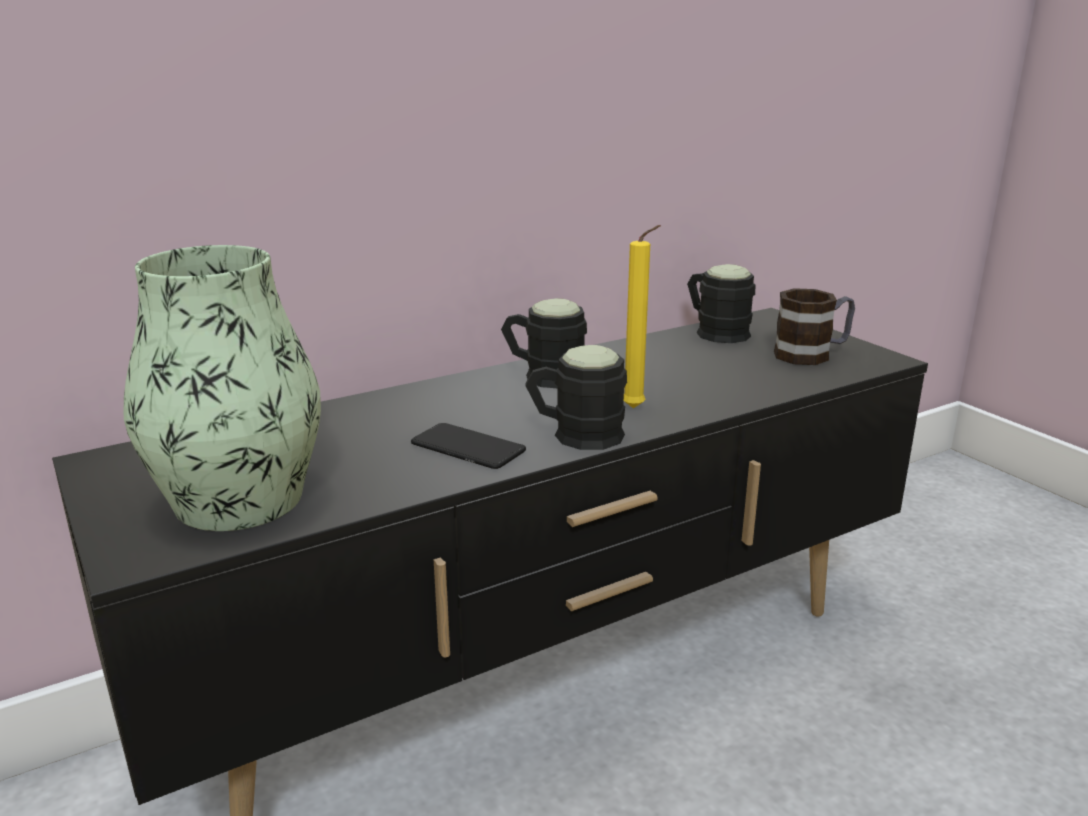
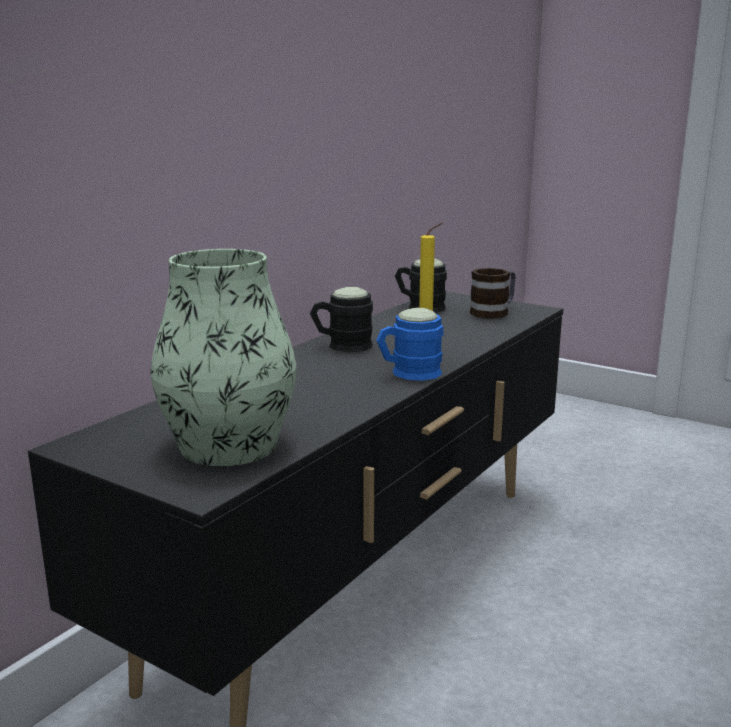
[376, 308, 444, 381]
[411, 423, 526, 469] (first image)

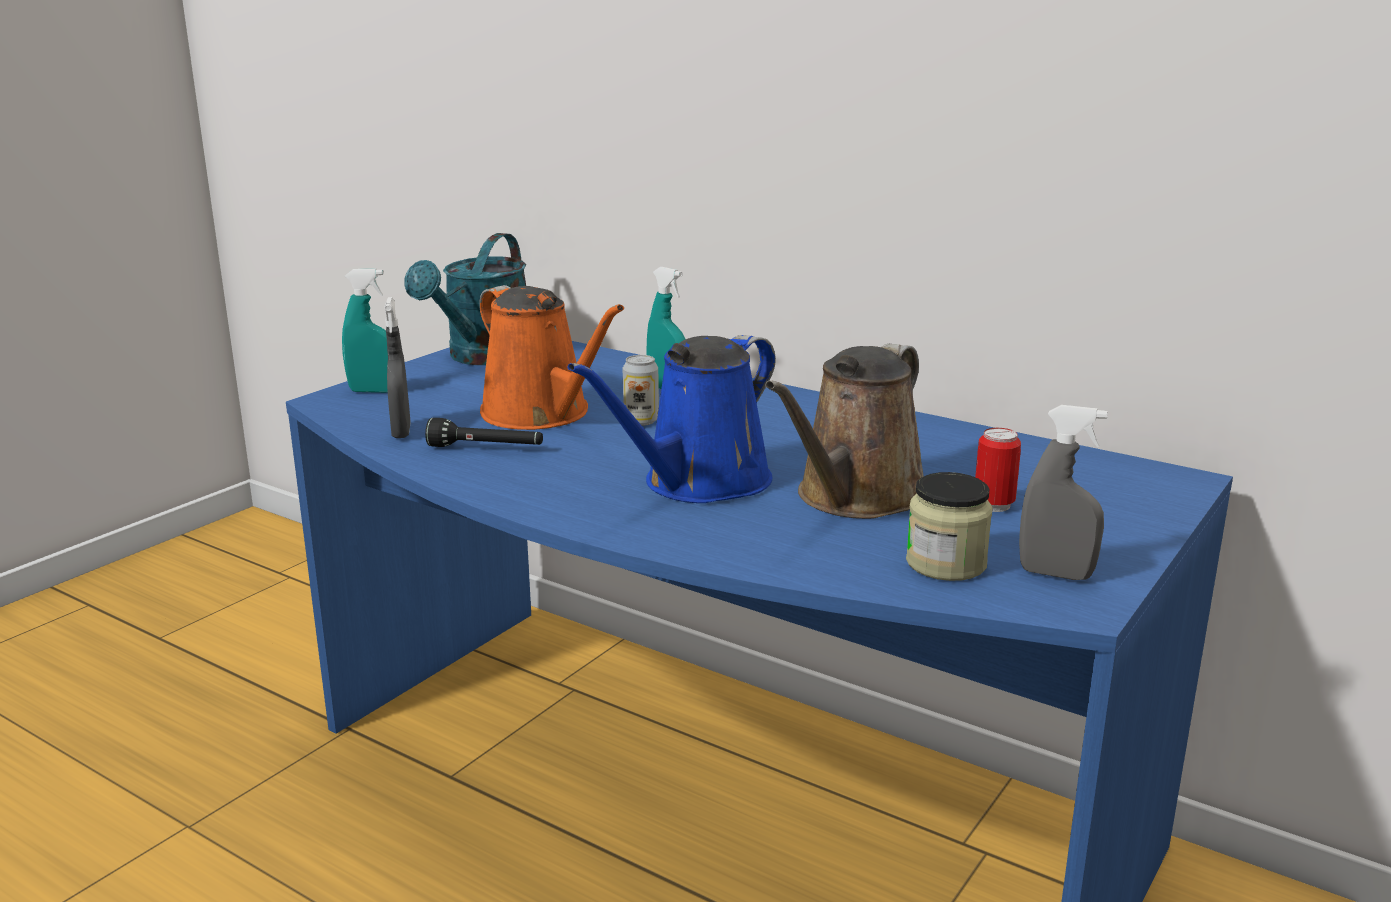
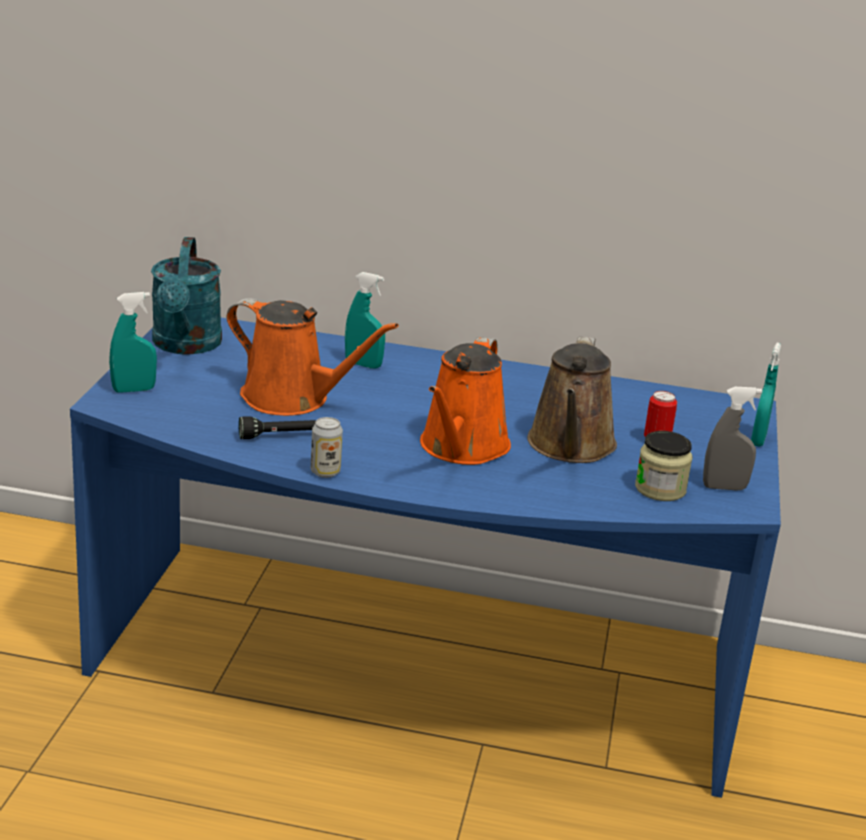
[311, 417, 343, 478]
[420, 337, 511, 465]
[751, 343, 781, 447]
[385, 297, 411, 438] (first image)

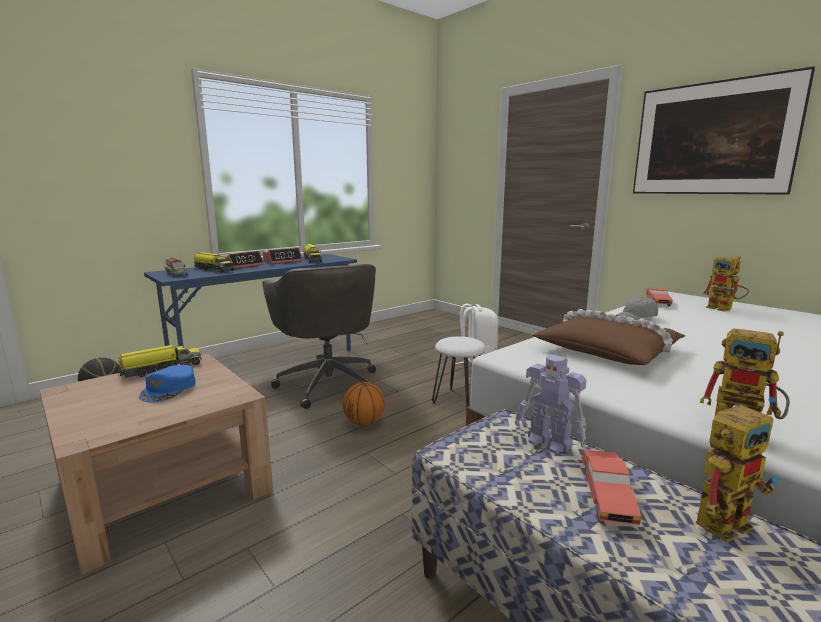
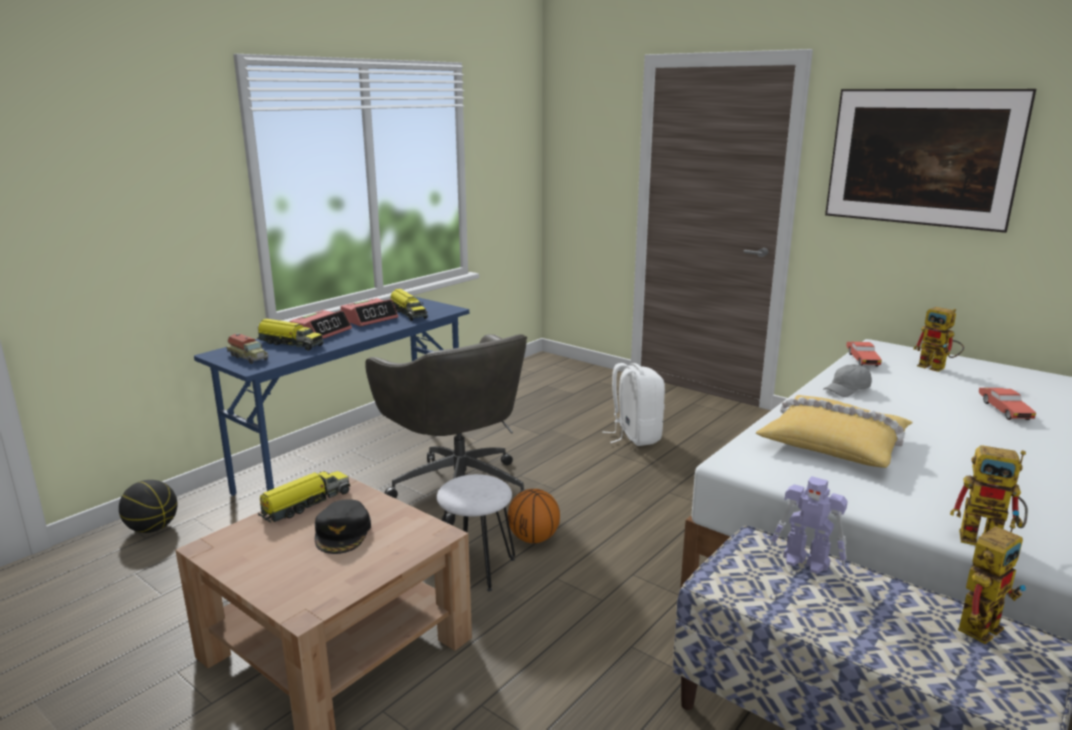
[315, 499, 371, 554]
[437, 474, 515, 591]
[756, 395, 913, 468]
[979, 388, 1036, 420]

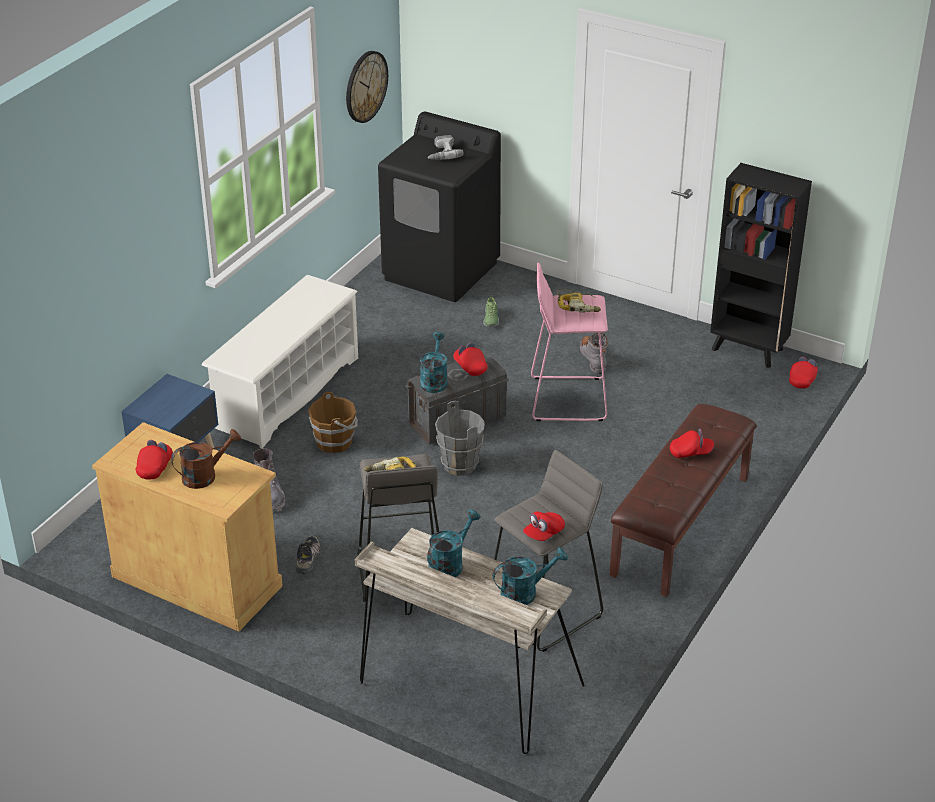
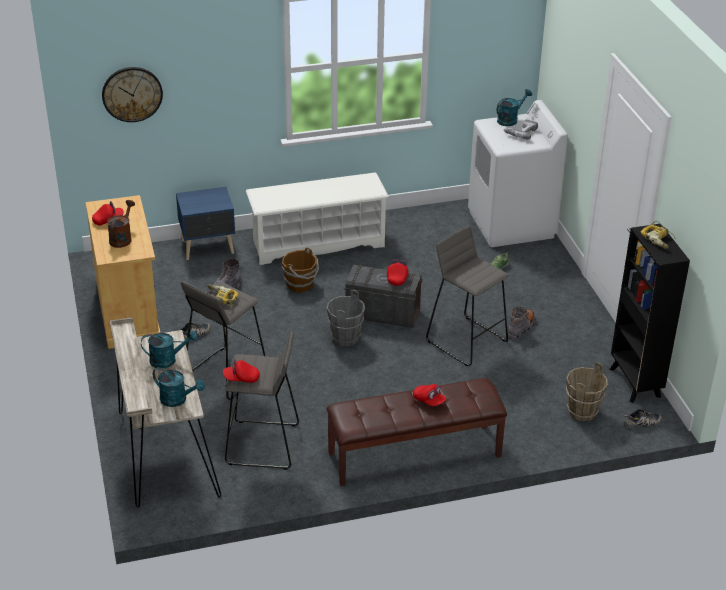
[102, 67, 163, 122]
[107, 200, 135, 248]
[426, 225, 509, 366]
[468, 100, 568, 247]
[496, 89, 532, 126]
[566, 362, 608, 421]
[624, 409, 662, 429]
[641, 221, 676, 249]

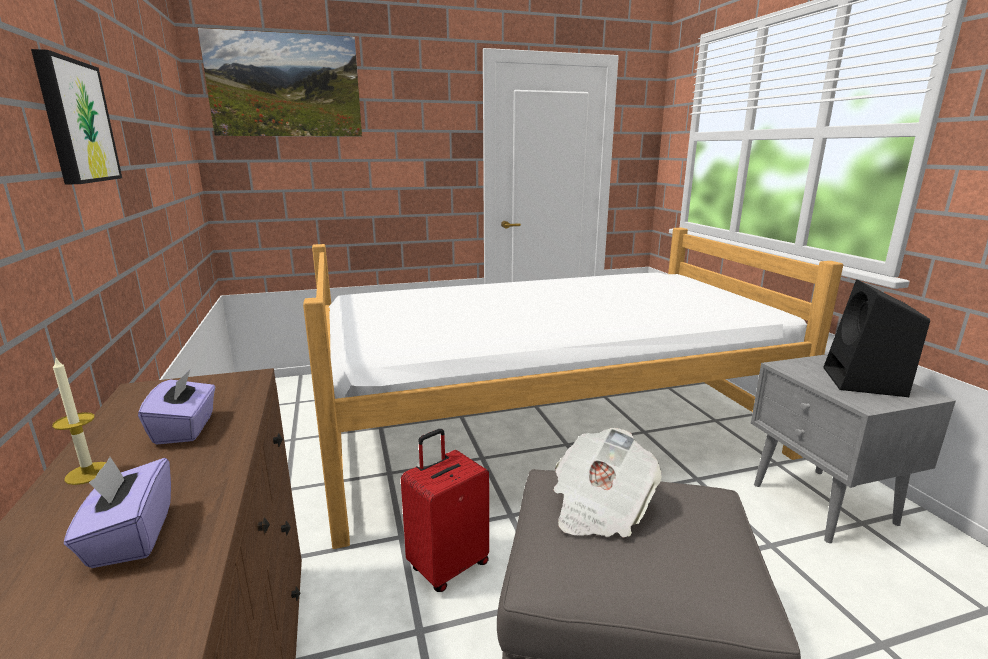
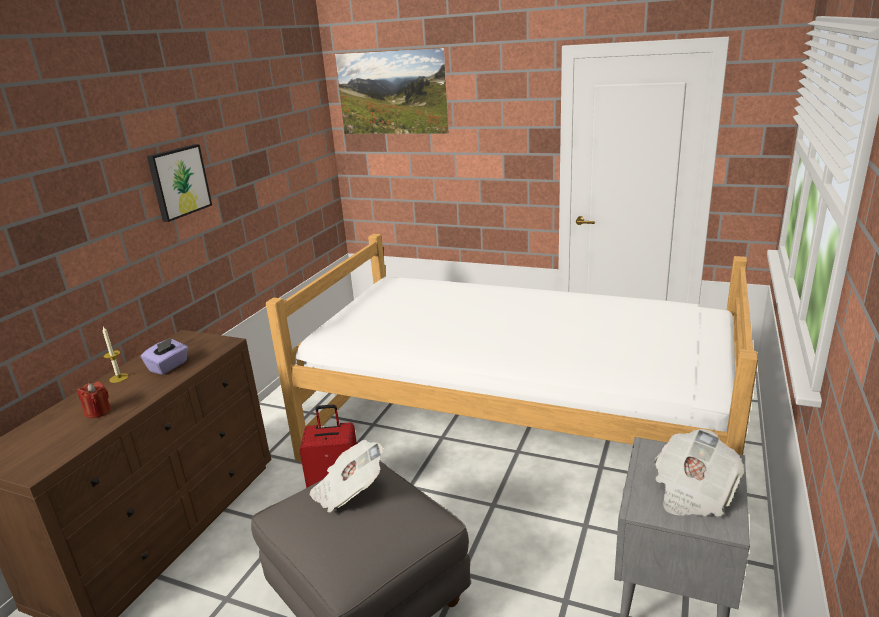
[77, 382, 111, 418]
[655, 429, 744, 517]

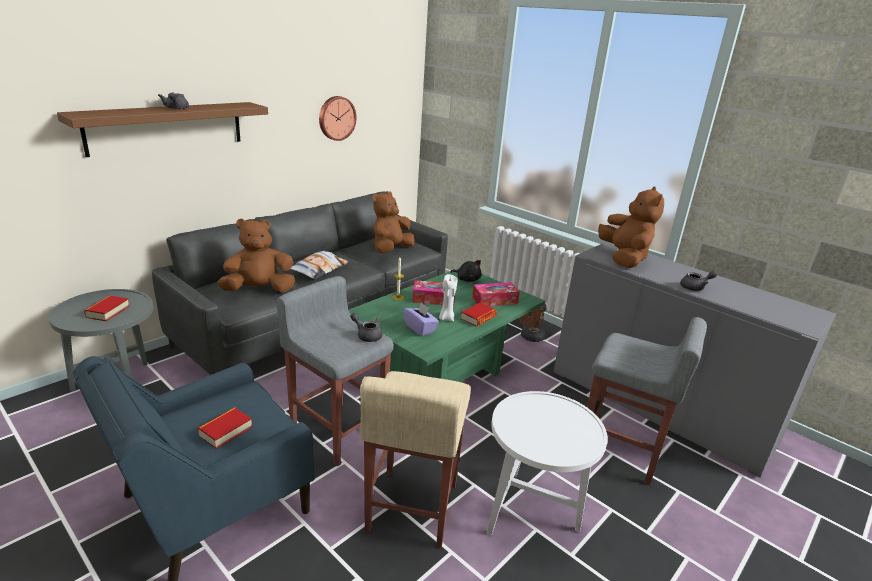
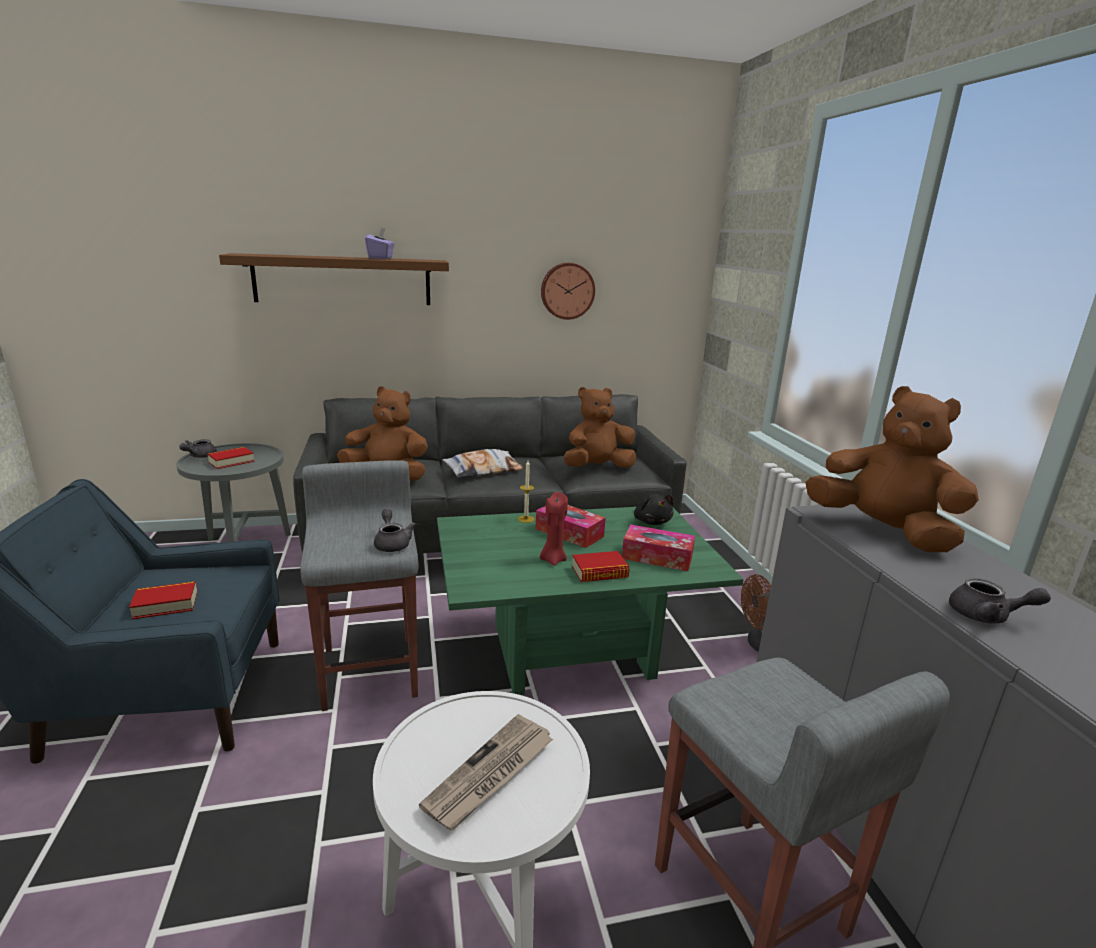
[179, 439, 217, 458]
[365, 228, 395, 259]
[419, 714, 553, 830]
[540, 492, 568, 566]
[805, 386, 979, 552]
[360, 371, 471, 548] (first image)

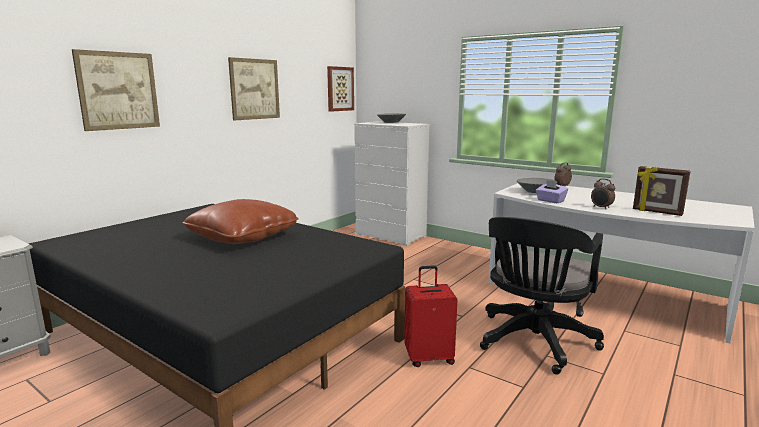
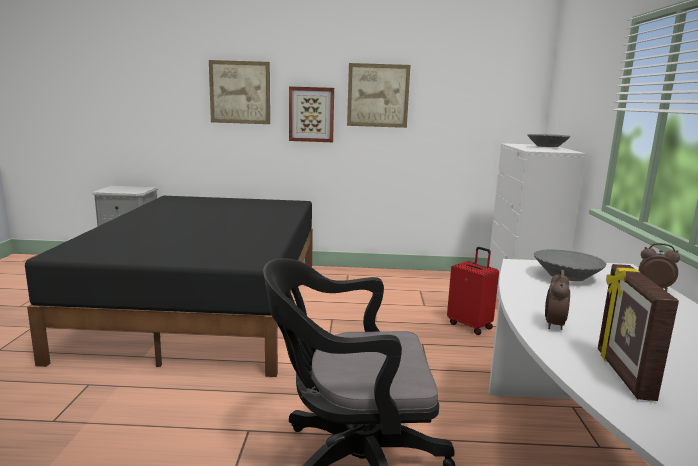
[289, 86, 334, 142]
[447, 247, 499, 335]
[183, 199, 299, 244] (first image)
[536, 180, 568, 203] (first image)

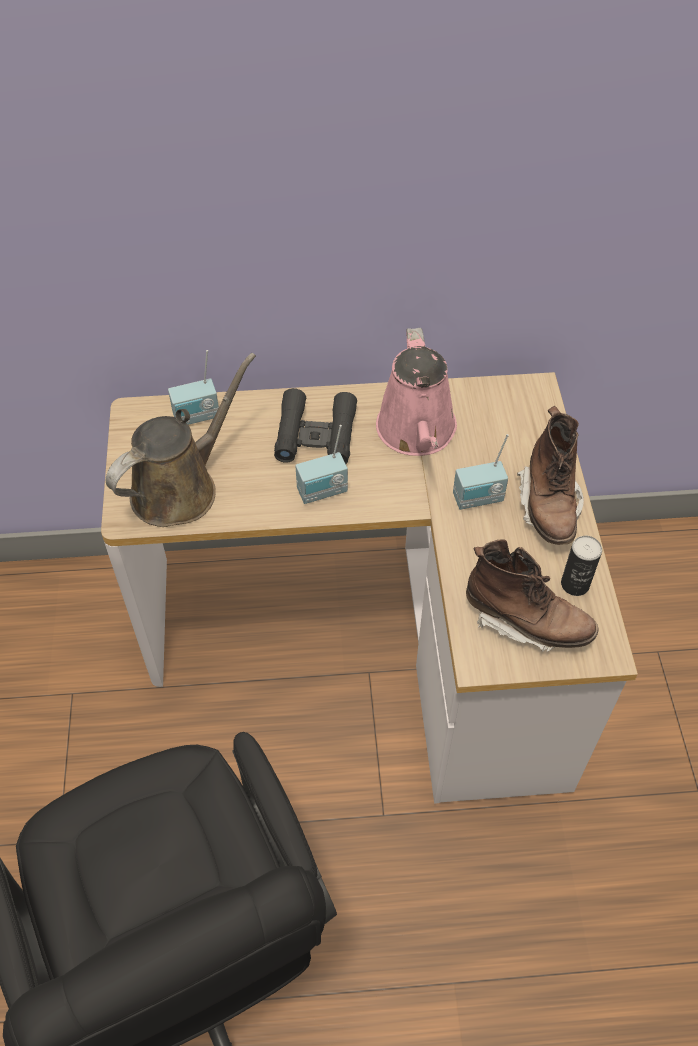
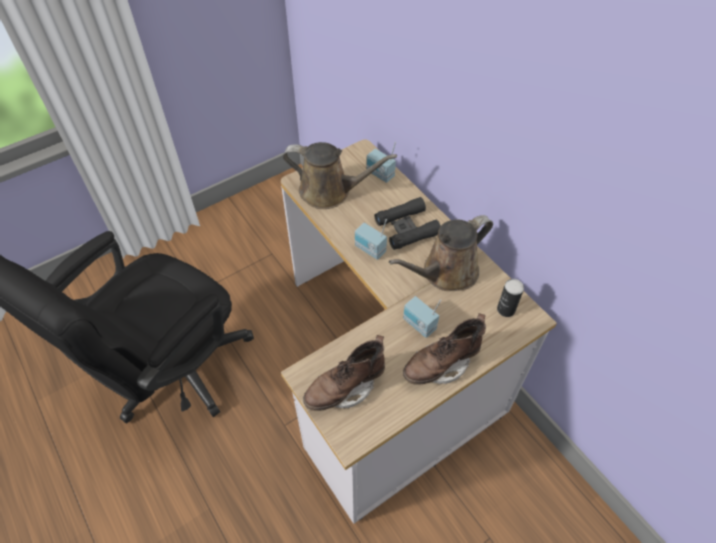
[303, 335, 385, 411]
[389, 215, 493, 291]
[497, 279, 524, 317]

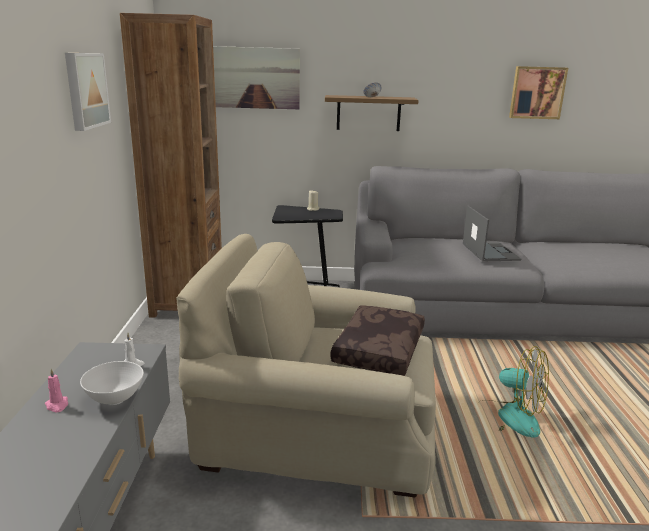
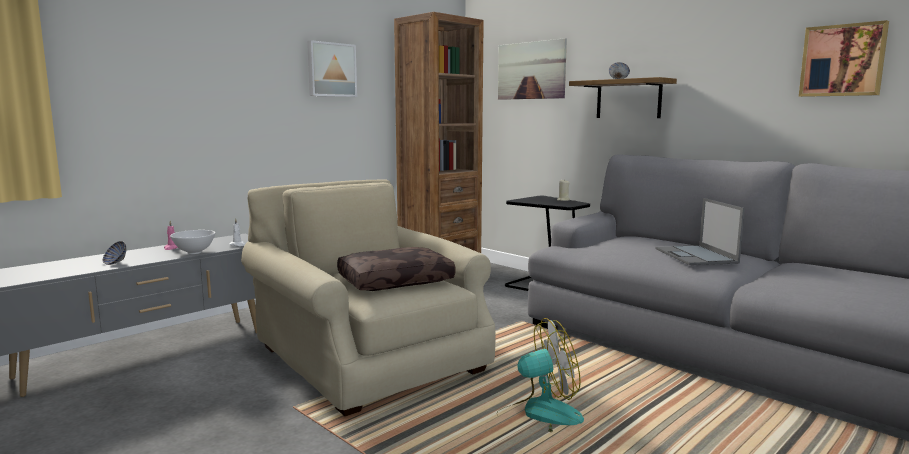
[103, 241, 126, 265]
[500, 318, 584, 432]
[655, 198, 745, 265]

